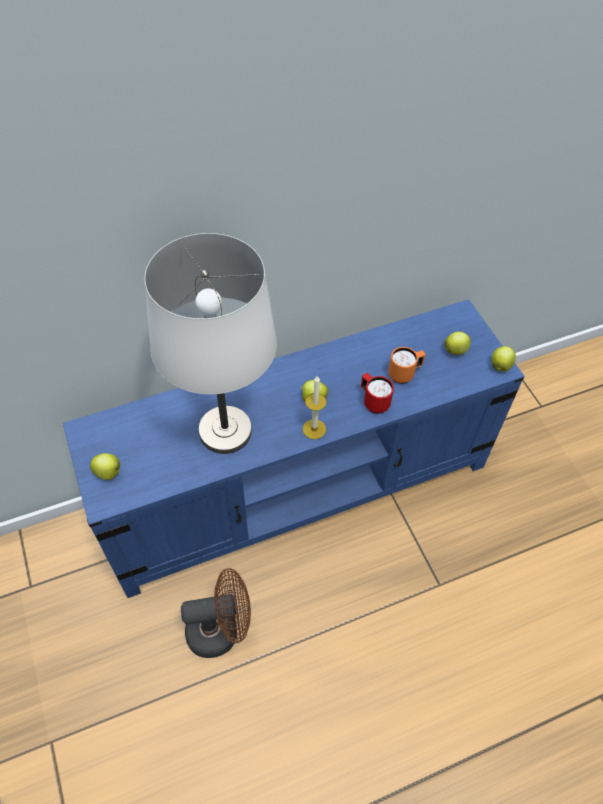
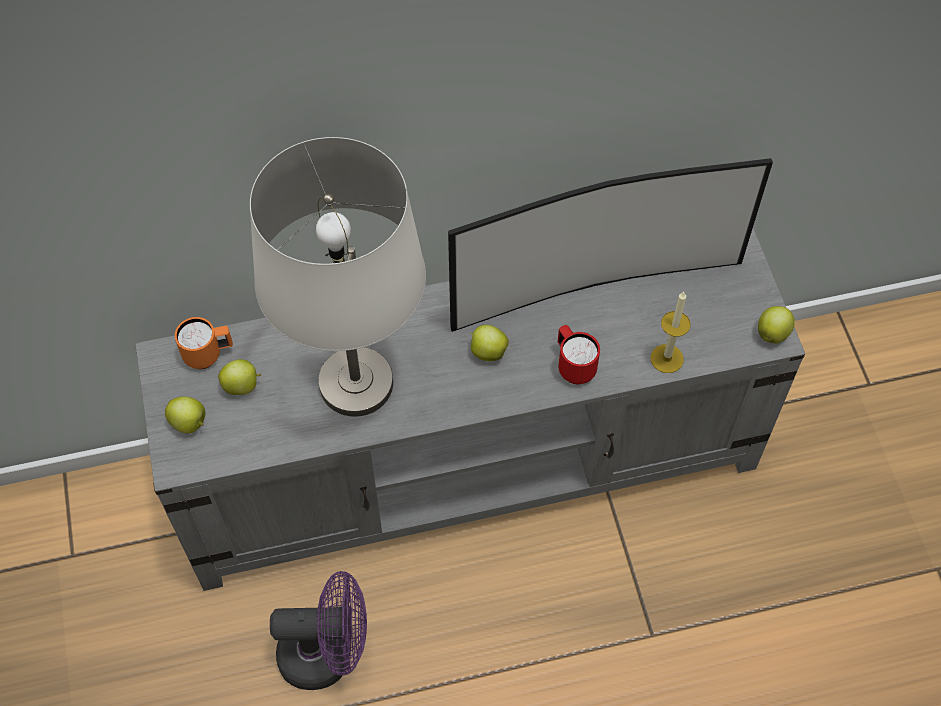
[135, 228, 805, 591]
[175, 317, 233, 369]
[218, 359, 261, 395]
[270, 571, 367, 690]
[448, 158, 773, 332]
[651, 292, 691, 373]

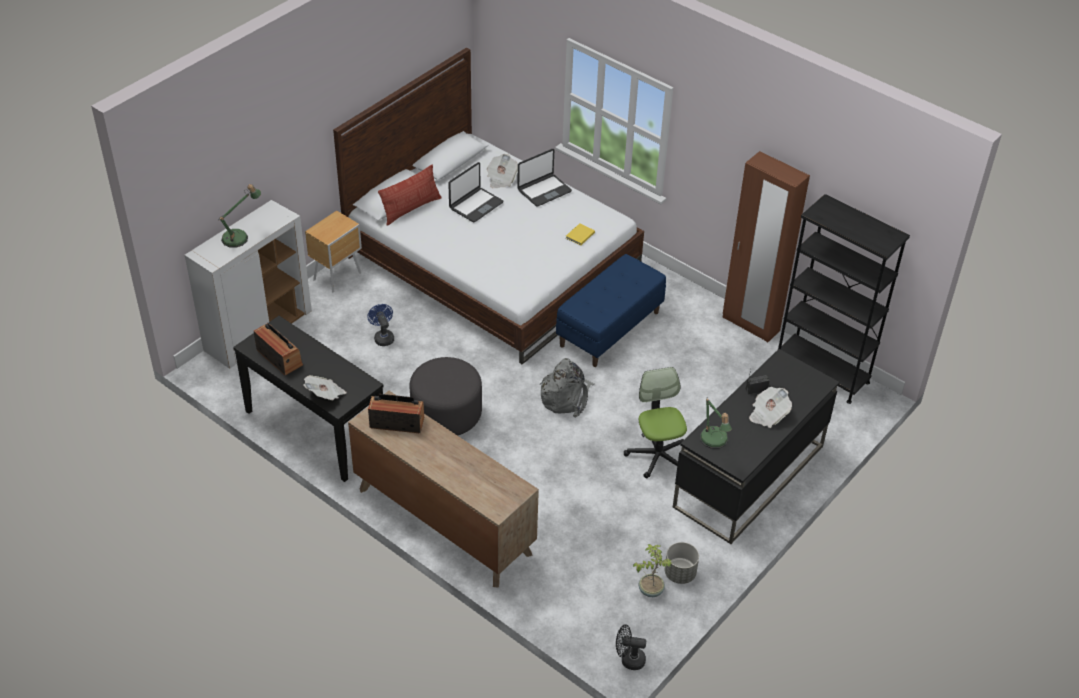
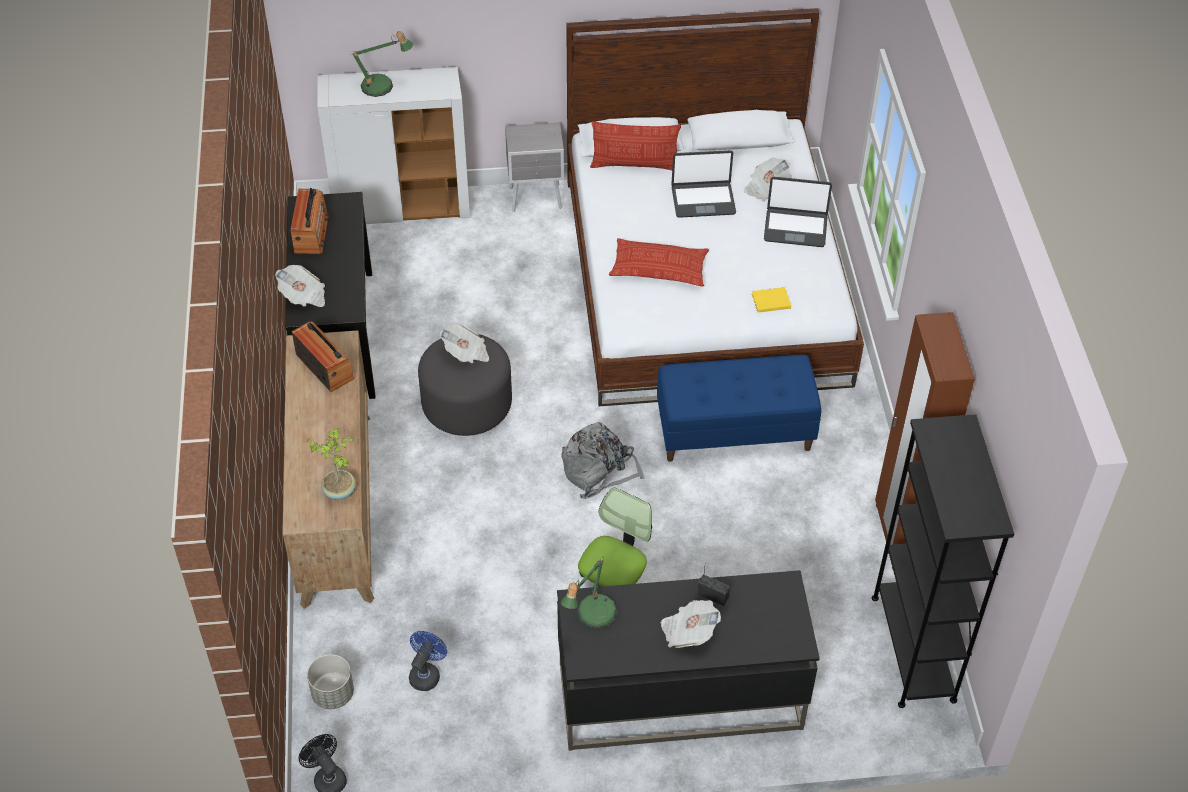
[307, 428, 356, 500]
[307, 654, 354, 709]
[409, 631, 447, 691]
[440, 323, 489, 363]
[505, 122, 564, 212]
[609, 238, 709, 287]

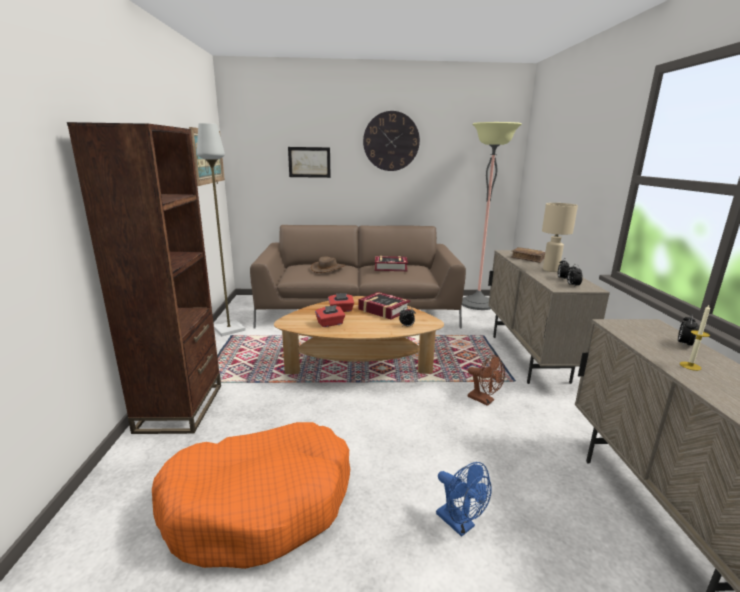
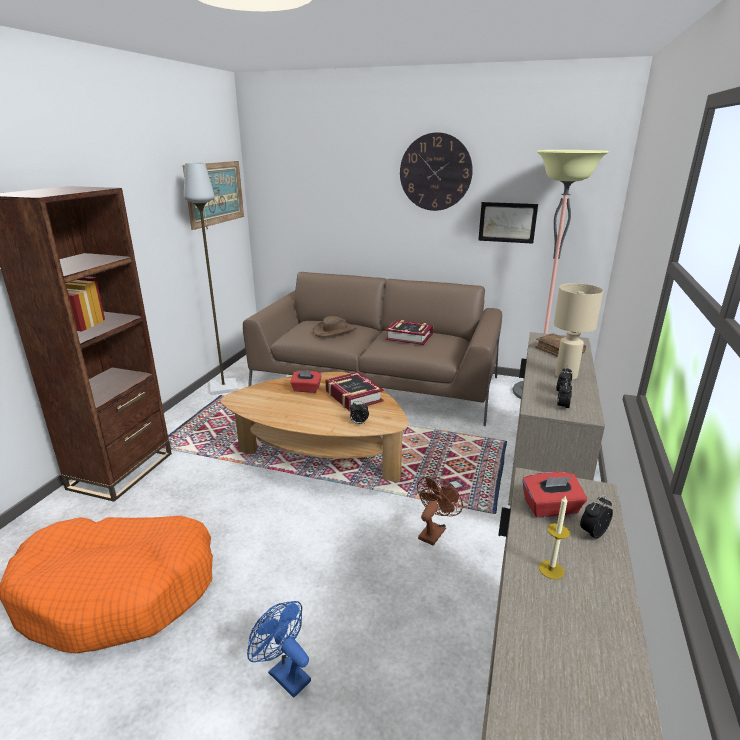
[247, 601, 311, 698]
[417, 476, 463, 546]
[478, 202, 538, 244]
[522, 472, 587, 517]

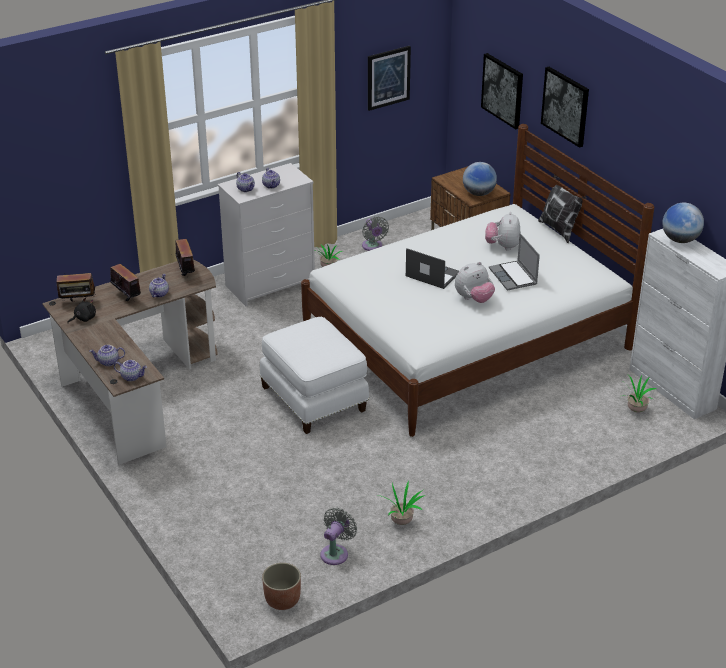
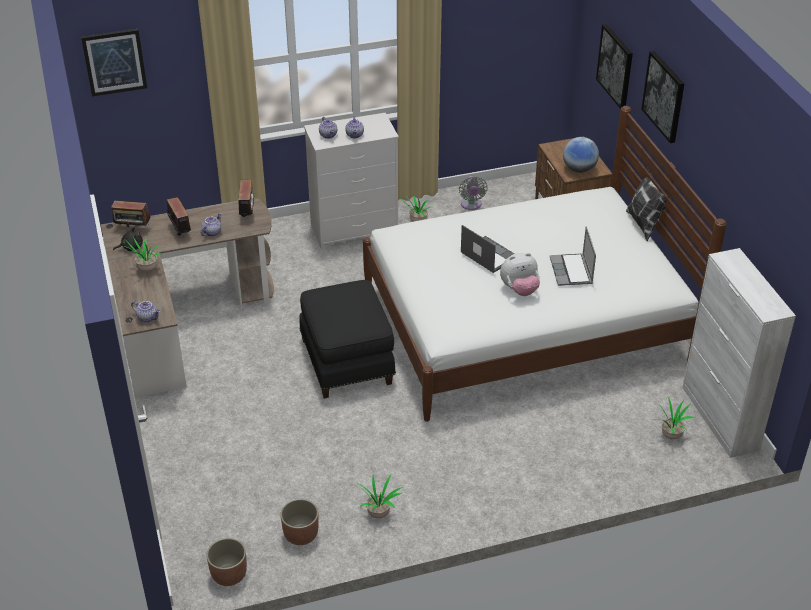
[81, 29, 147, 96]
[123, 237, 163, 272]
[280, 499, 319, 545]
[299, 280, 396, 399]
[90, 345, 125, 366] (first image)
[485, 211, 521, 251] (first image)
[662, 203, 704, 243] (first image)

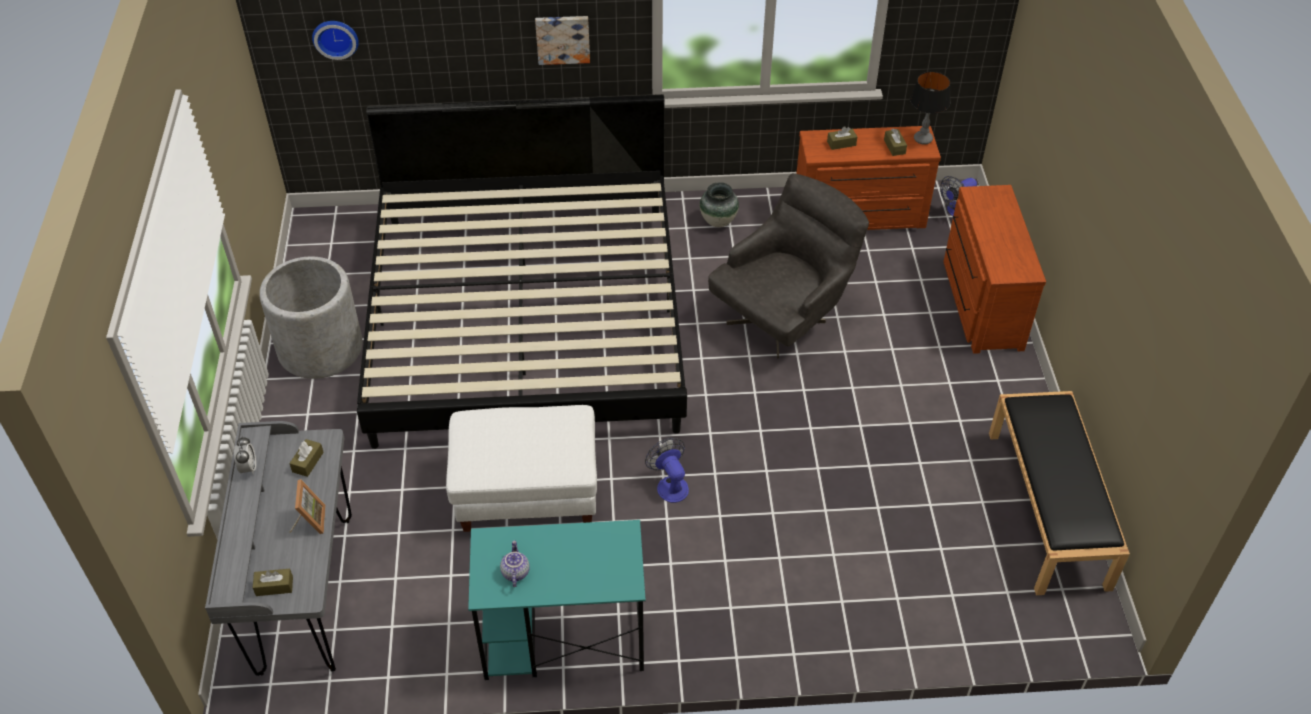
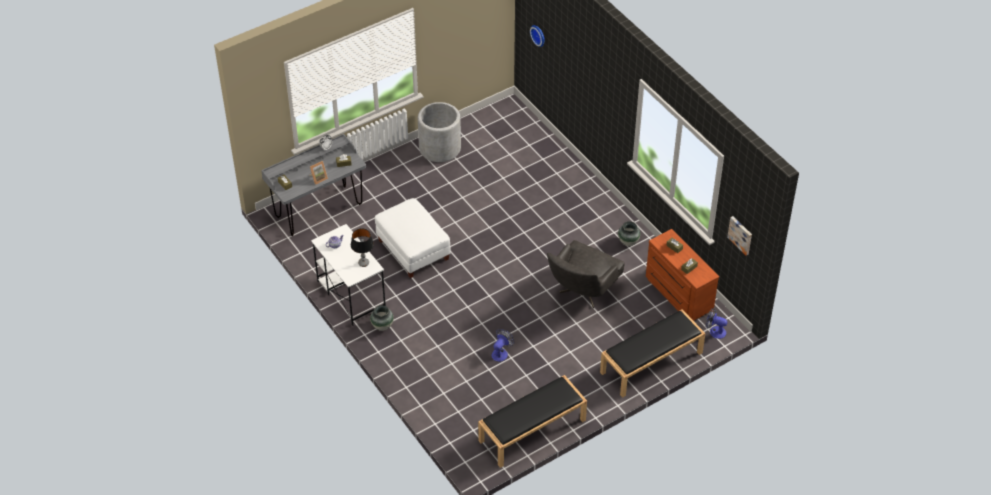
[311, 224, 386, 326]
[351, 228, 374, 267]
[370, 305, 394, 331]
[492, 329, 514, 362]
[547, 240, 625, 308]
[600, 310, 706, 398]
[727, 216, 752, 256]
[357, 94, 687, 449] (first image)

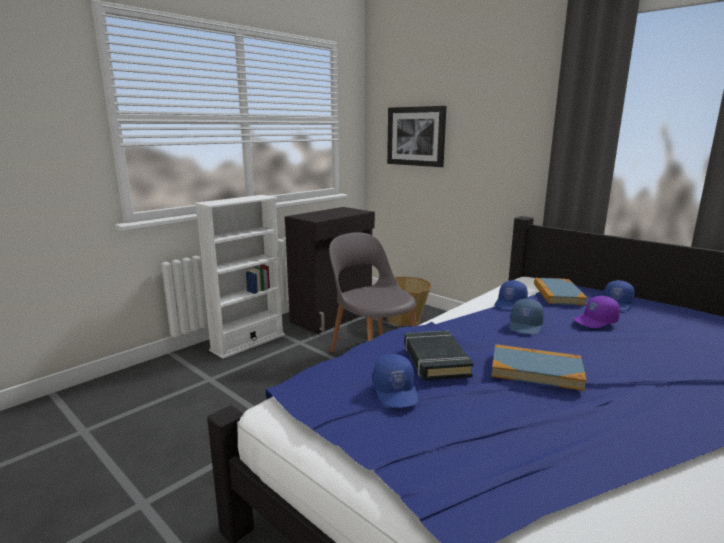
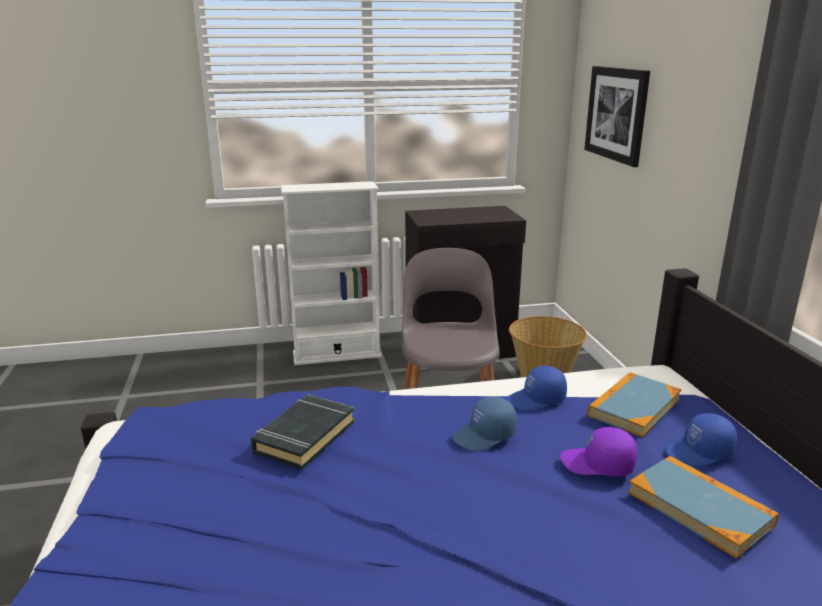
[628, 456, 779, 559]
[373, 354, 419, 408] (first image)

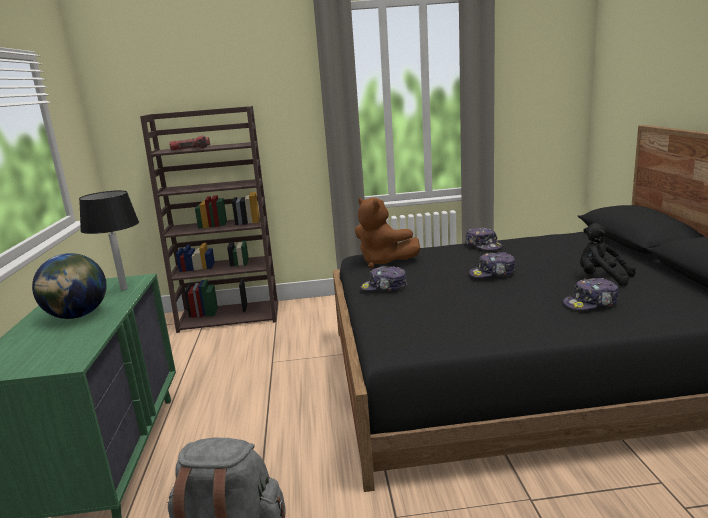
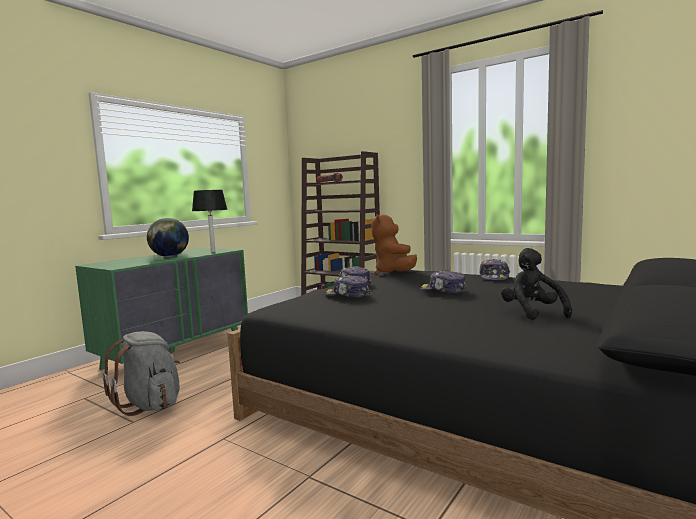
[326, 275, 370, 297]

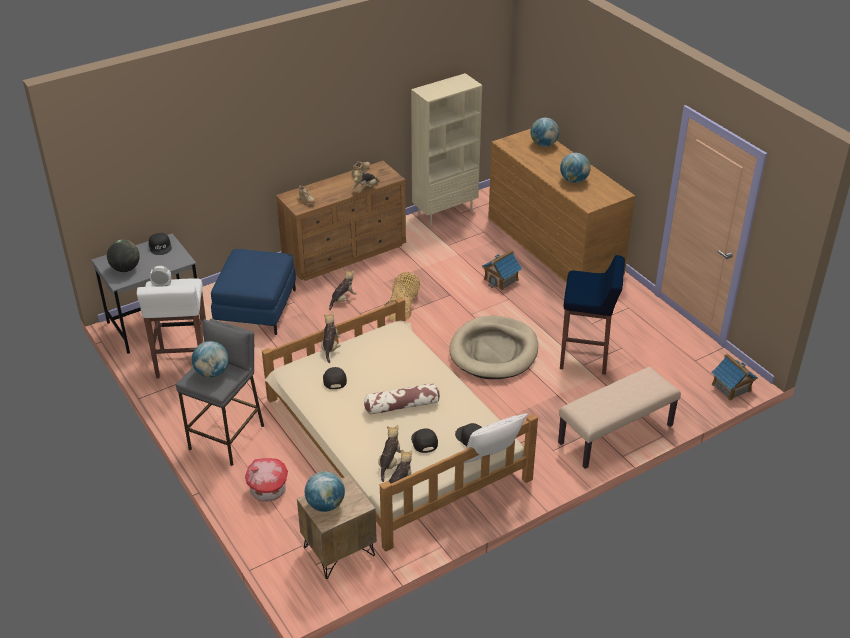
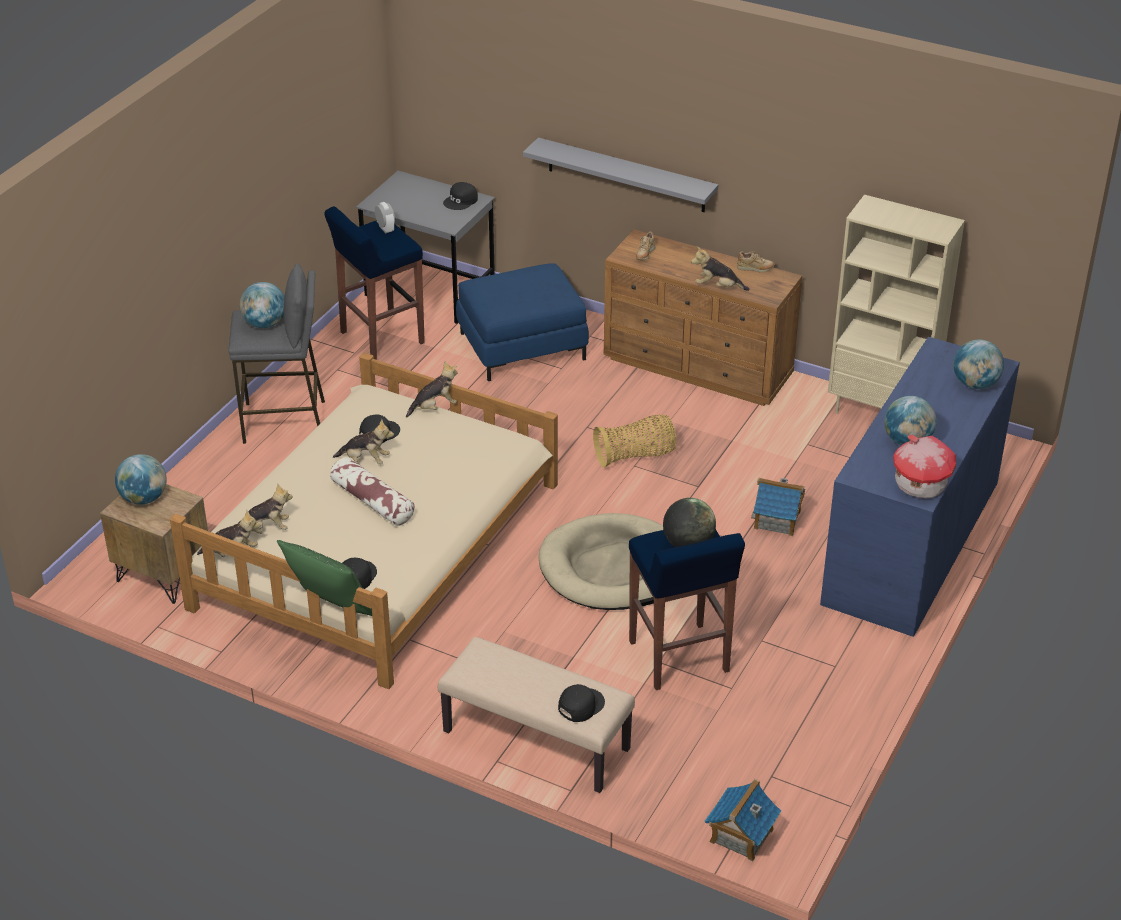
[277, 540, 372, 616]
[324, 206, 425, 360]
[333, 419, 394, 464]
[523, 137, 718, 212]
[558, 684, 605, 722]
[663, 498, 716, 547]
[820, 337, 1020, 637]
[893, 434, 956, 499]

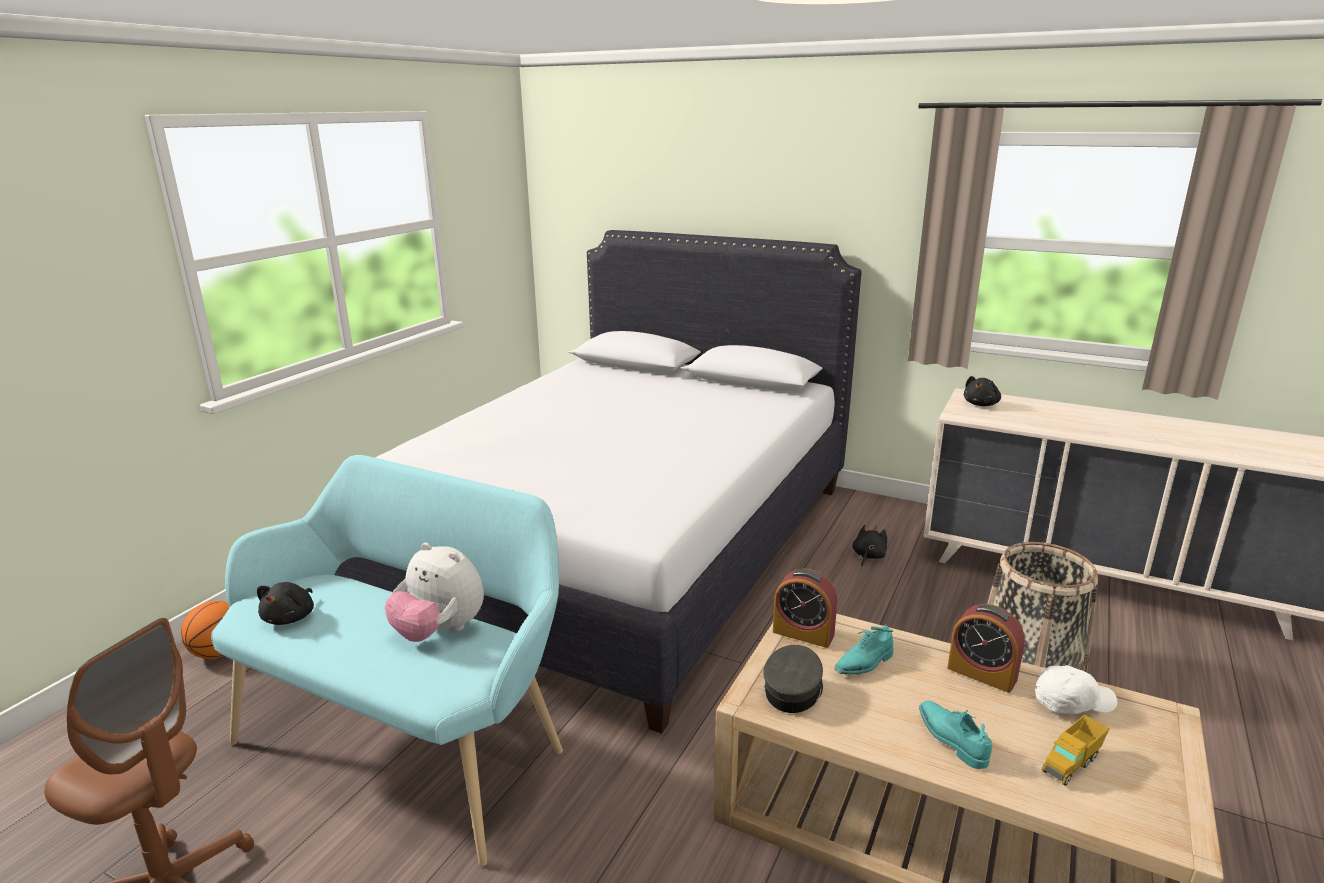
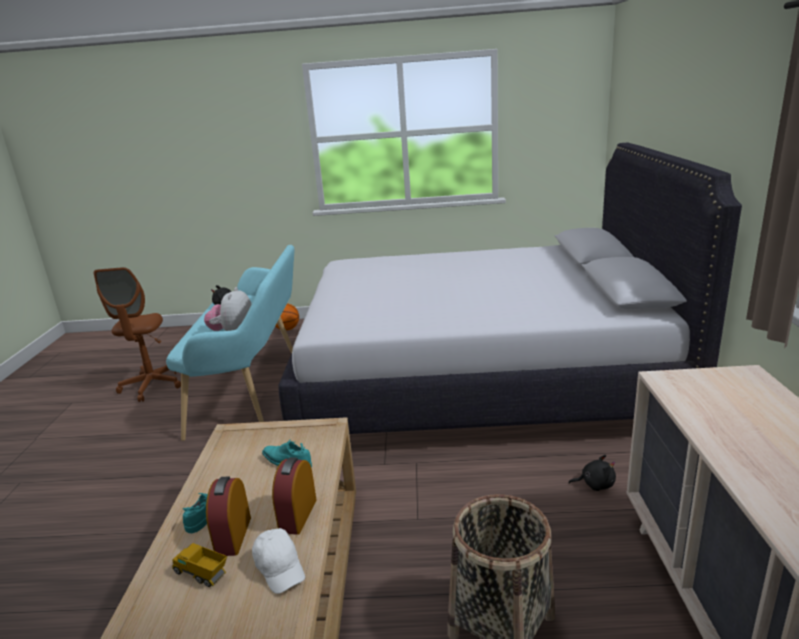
[206, 476, 251, 556]
[763, 645, 823, 713] (first image)
[964, 376, 1001, 406] (first image)

